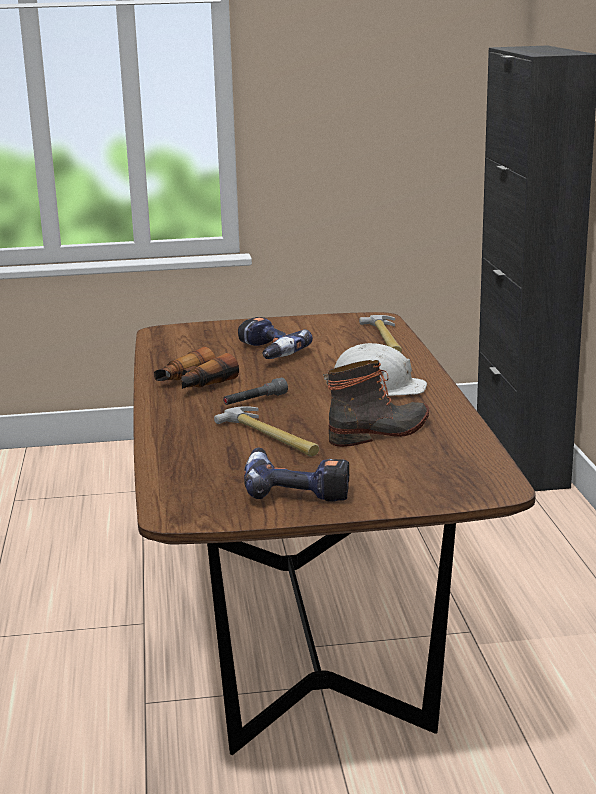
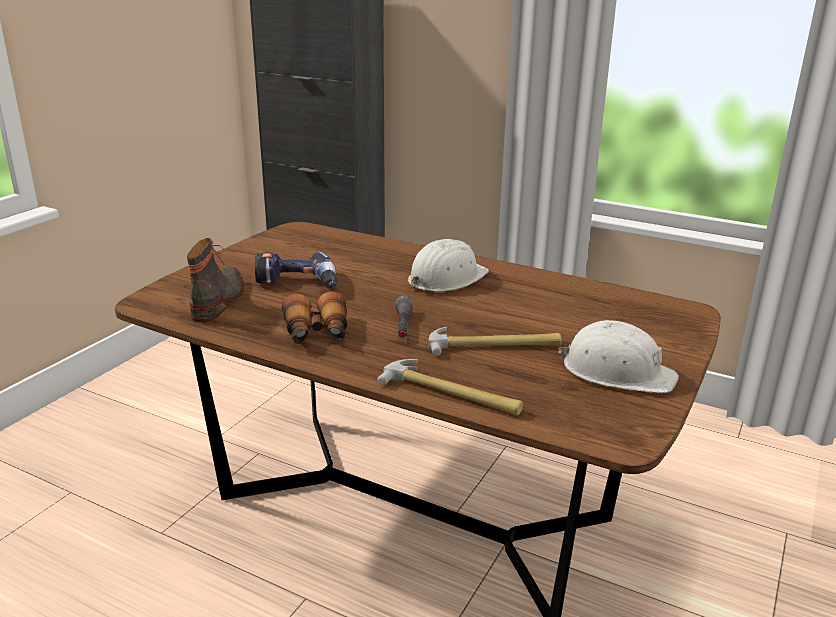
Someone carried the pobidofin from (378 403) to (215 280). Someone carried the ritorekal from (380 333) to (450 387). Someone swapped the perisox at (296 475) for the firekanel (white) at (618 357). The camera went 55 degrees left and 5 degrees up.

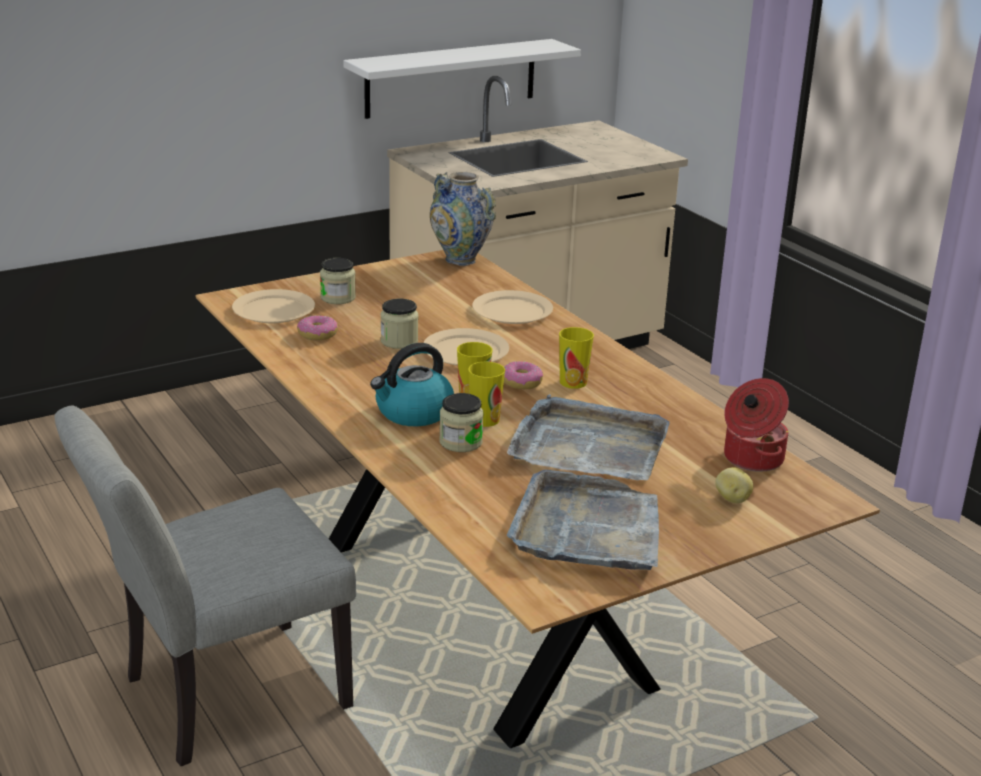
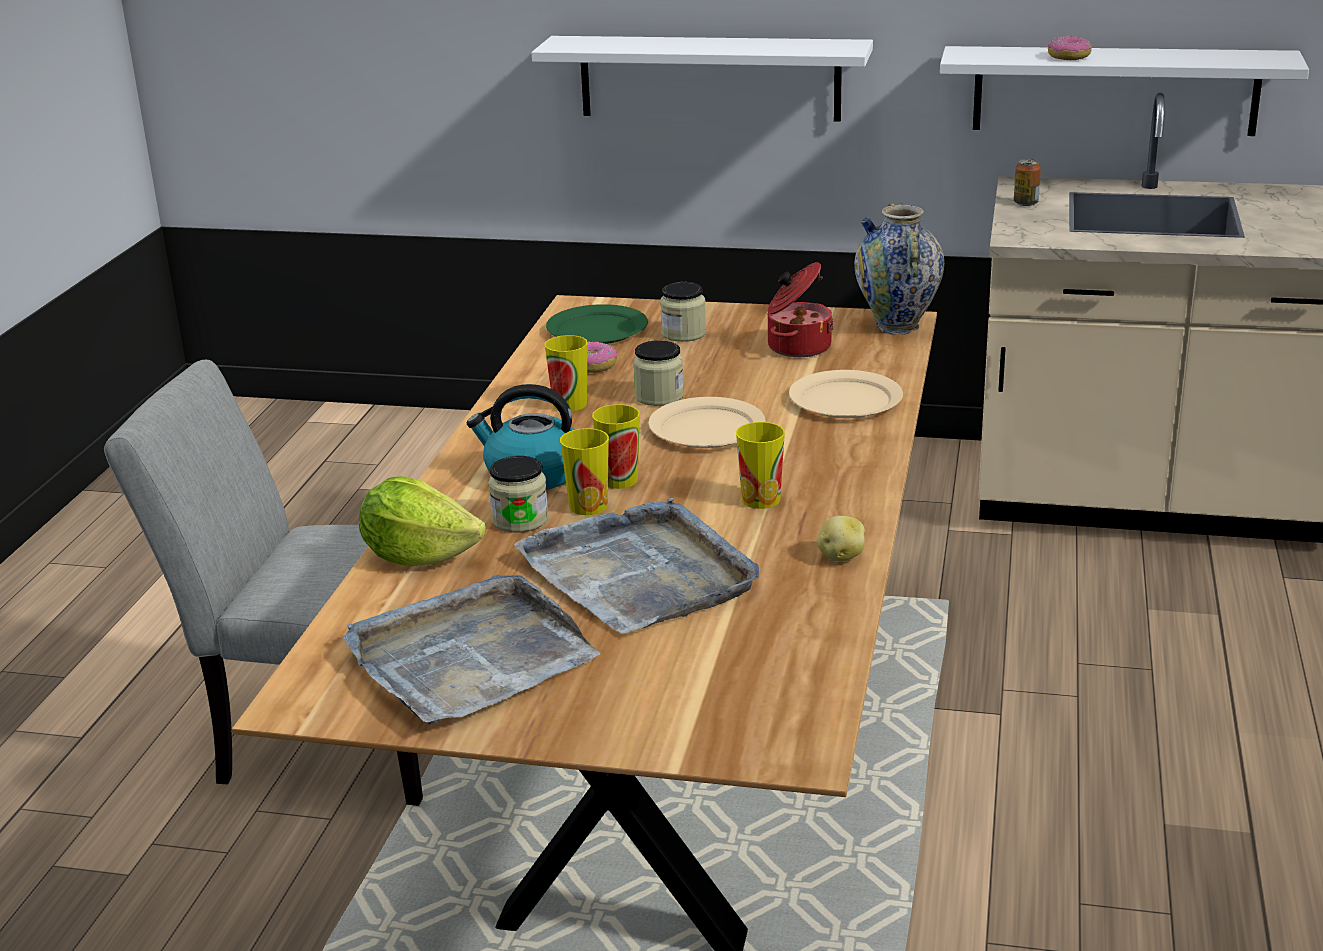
Someone put down the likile at (422 521). Someone put up the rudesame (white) at (702 79). Someone put down the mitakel at (566 373). Someone put down the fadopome at (1027 182). Someone carried the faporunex from (523 375) to (1070 48). Someone carried the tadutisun from (734 485) to (841 539). Someone carried the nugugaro from (756 425) to (801 309). Someone repainted the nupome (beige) at (273 306), which became the nupome (green) at (597 324). The camera went 45 degrees right and 0 degrees up.

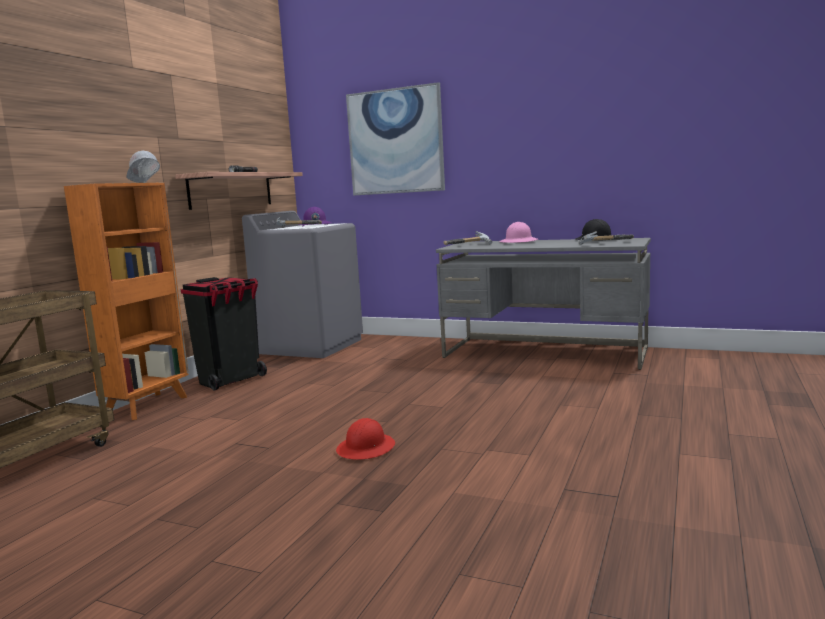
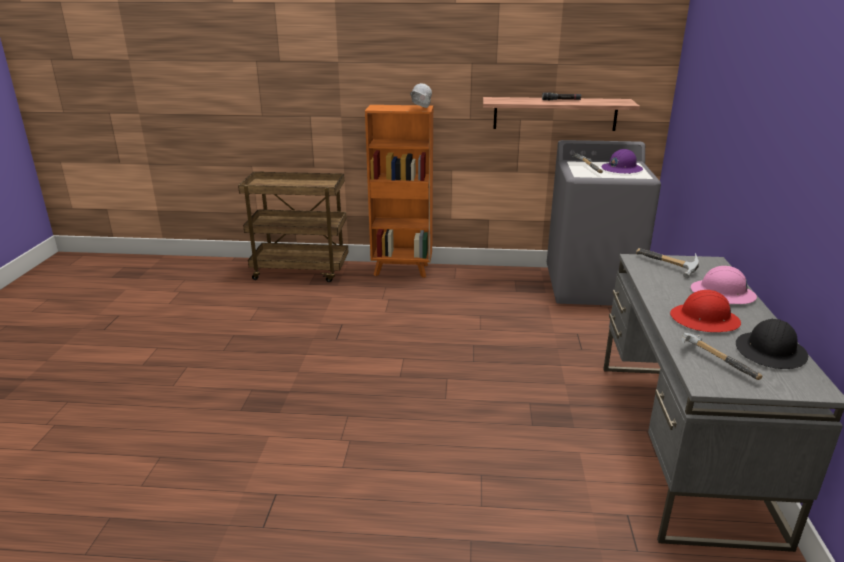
Someone took away the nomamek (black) at (224 333). Someone took away the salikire at (395 139). Someone carried the firekanel (red) from (365 439) to (705 311). The camera went 70 degrees right and 15 degrees up.

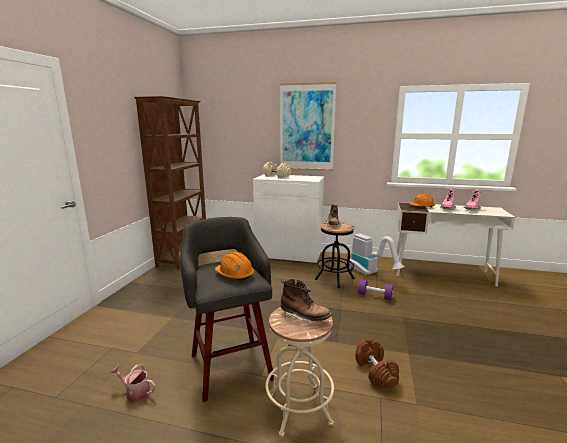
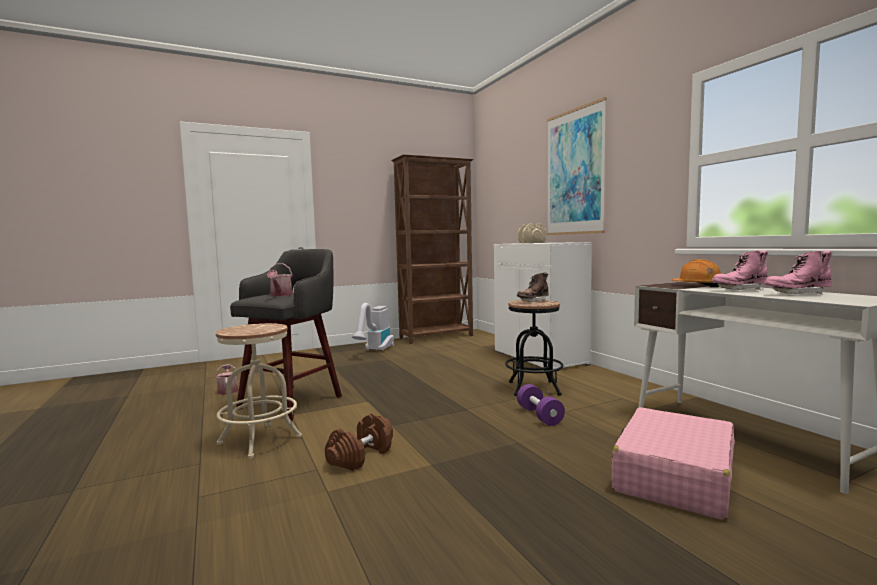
Someone took away the pobidofin (brown) at (306 301). Someone put down the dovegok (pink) at (673 463). Someone carried the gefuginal from (377 254) to (373 327). Someone swapped the firekanel (orange) at (234 266) for the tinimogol at (280 279). The camera went 50 degrees right and 10 degrees down.

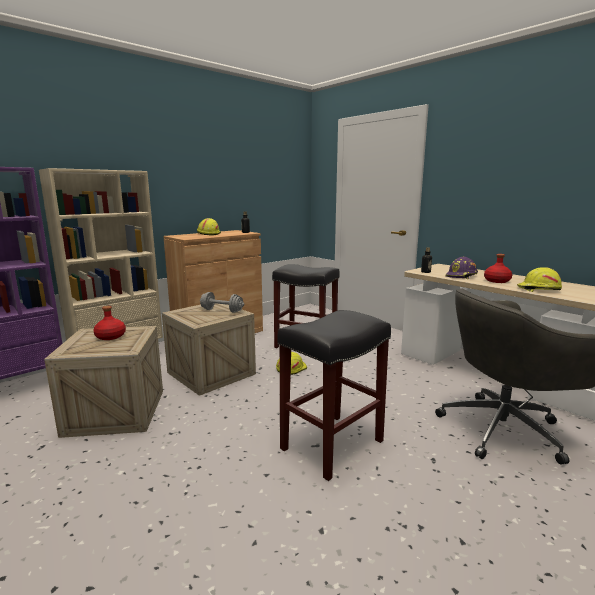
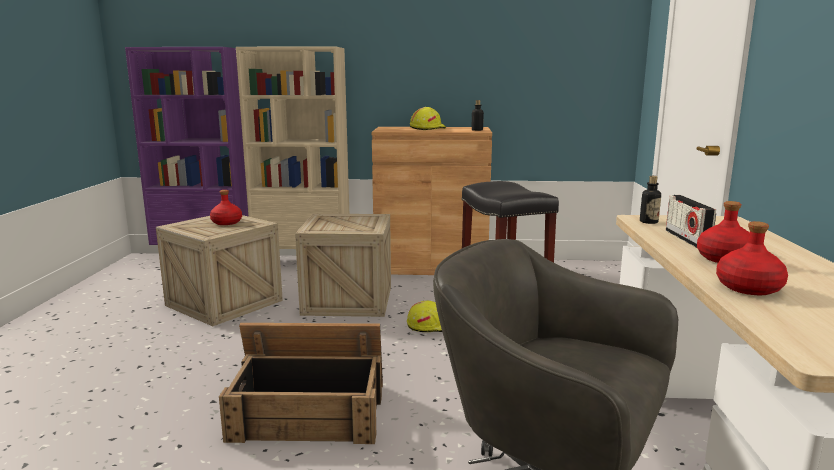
Someone took away the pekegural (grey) at (222 302). Someone swapped the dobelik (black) at (334 395) for the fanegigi at (301 383). Someone swapped the firekanel (purple) at (462 268) for the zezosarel at (691 221). Someone swapped the firekanel (yellow) at (539 279) for the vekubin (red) at (752 258). The camera went 45 degrees right and 0 degrees up.

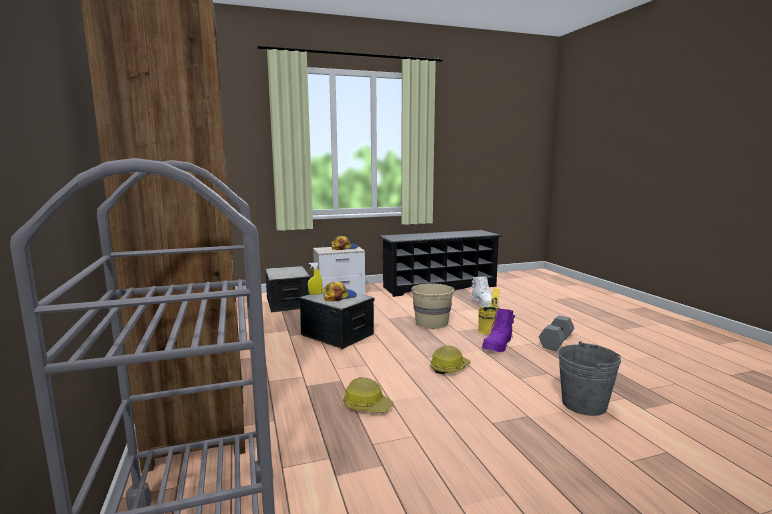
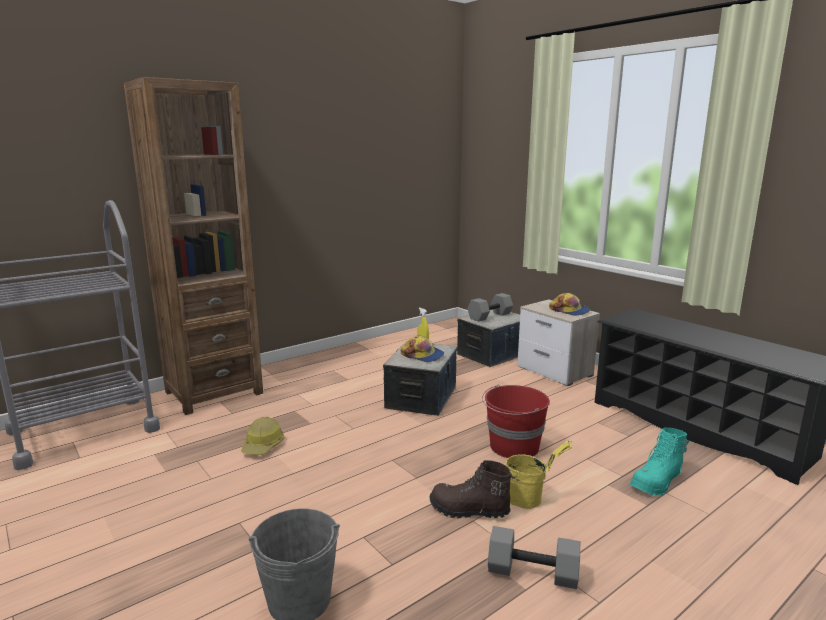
Someone took away the firekanel at (450 359). Someone put down the pekegural (grey) at (490 307). Someone repainted the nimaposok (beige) at (433 306), which became the nimaposok (red) at (516 421). Someone repainted the pobidofin (white) at (485 291), which became the pobidofin (turquoise) at (659 462). Someone repainted the pobidofin (purple) at (498 330), which became the pobidofin (brown) at (471 489). The camera went 70 degrees right and 5 degrees up.

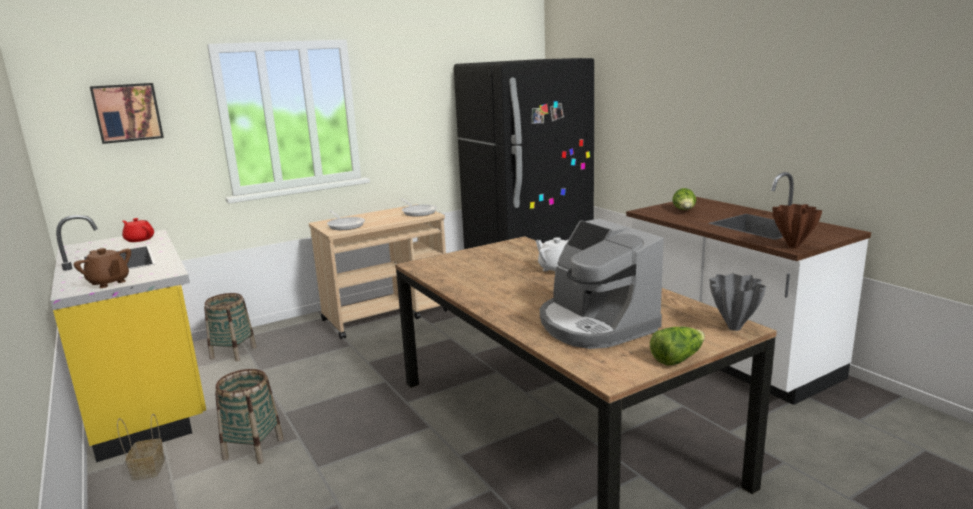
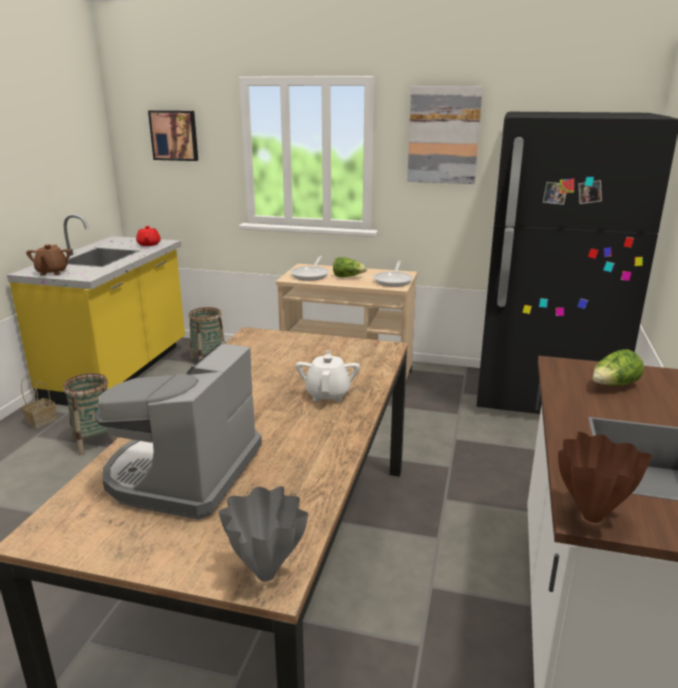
Someone put up the salikire at (445 135). Someone carried the likile from (677 346) to (350 267). The camera went 45 degrees right and 5 degrees up.

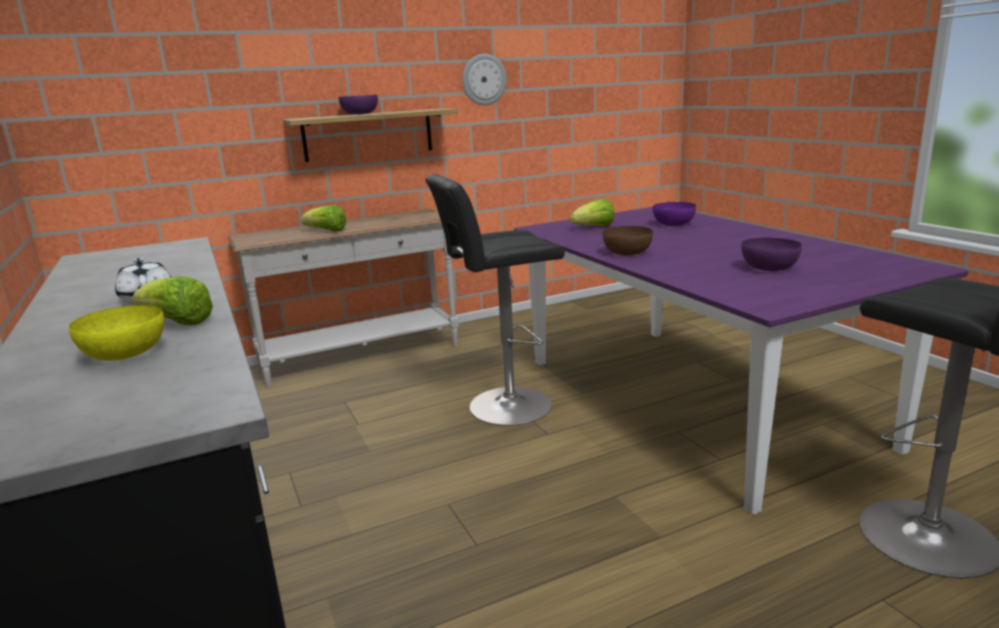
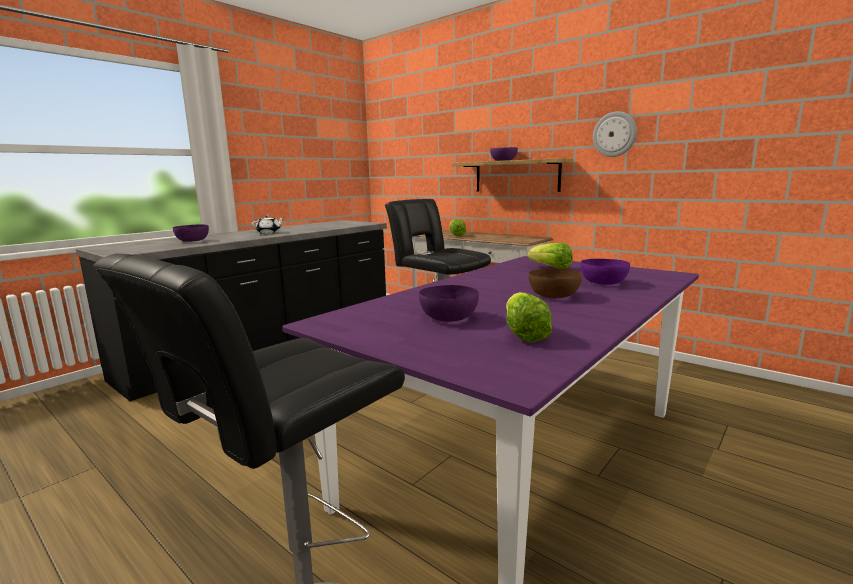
Someone carried the likile from (172 300) to (529 317). Someone carried the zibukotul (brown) from (628 241) to (555 283). Someone repainted the zibukotul (yellow) at (116 333), which became the zibukotul (purple) at (191 233). The camera went 65 degrees right and 5 degrees down.

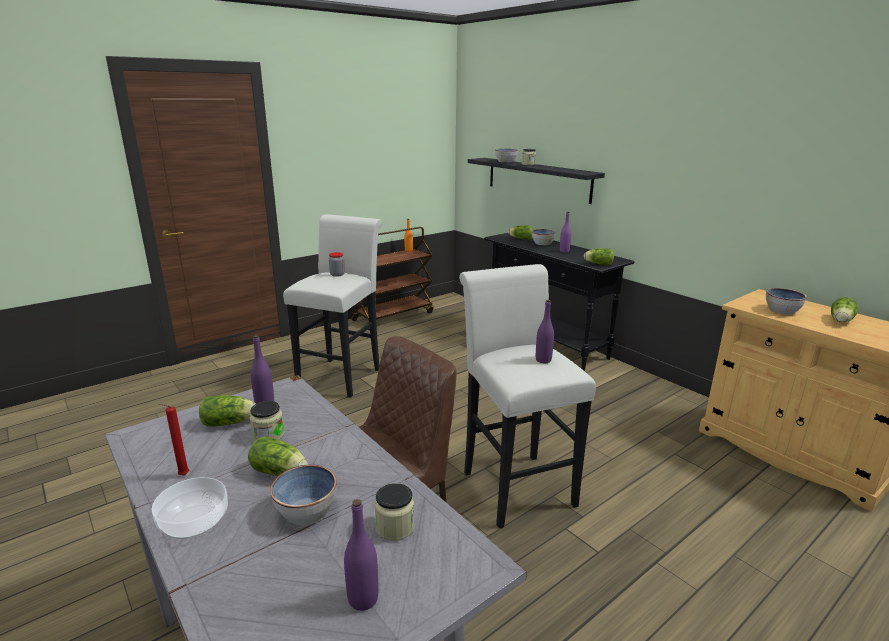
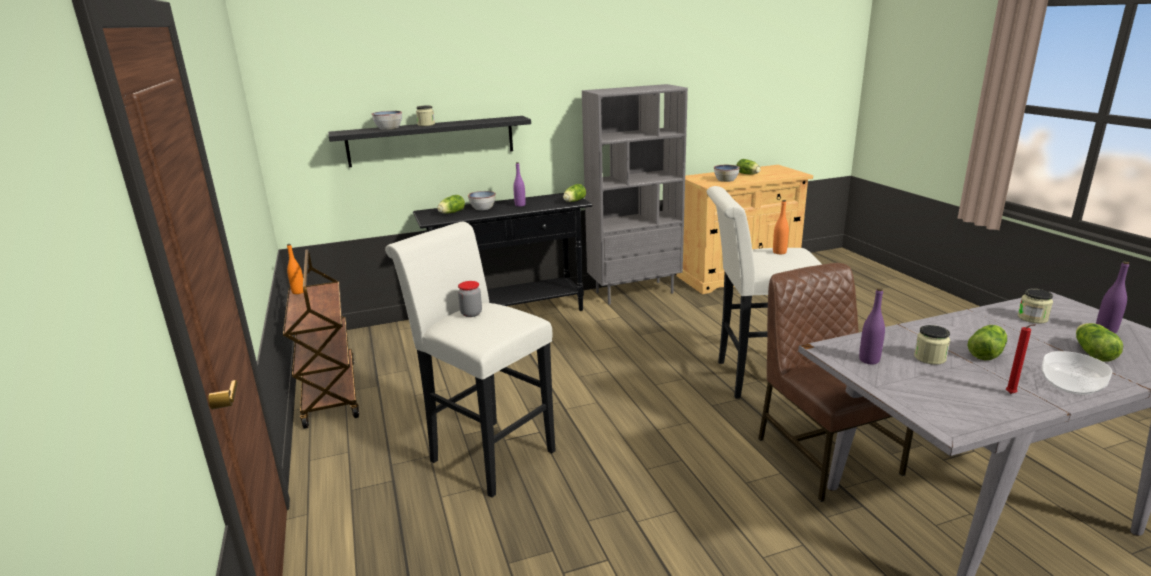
Someone took away the zibukotul at (303 494). Someone put down the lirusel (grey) at (635 194). Someone carried the likile from (227 411) to (1099 342). Someone repainted the vekubin (purple) at (545 331), which became the vekubin (orange) at (781 227). The camera went 70 degrees left and 0 degrees up.

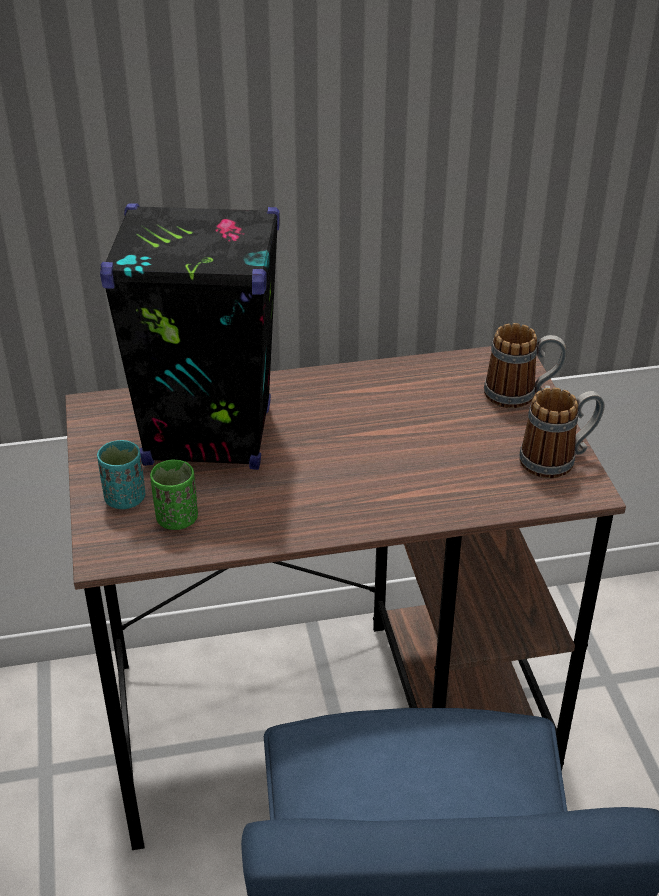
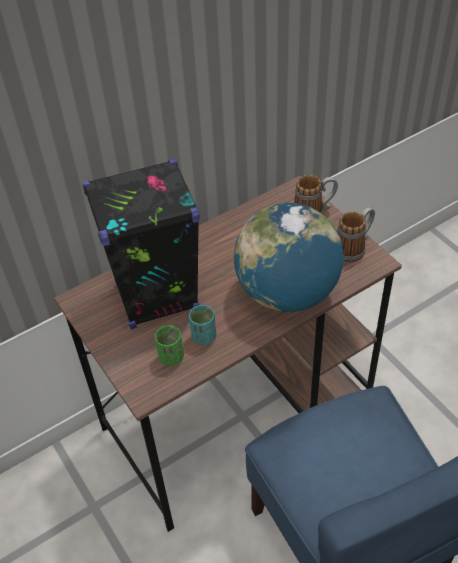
Someone put down the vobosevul at (289 257). Someone carried the mitakel (turquoise) from (121 474) to (202 325). The camera went 20 degrees left and 10 degrees up.

